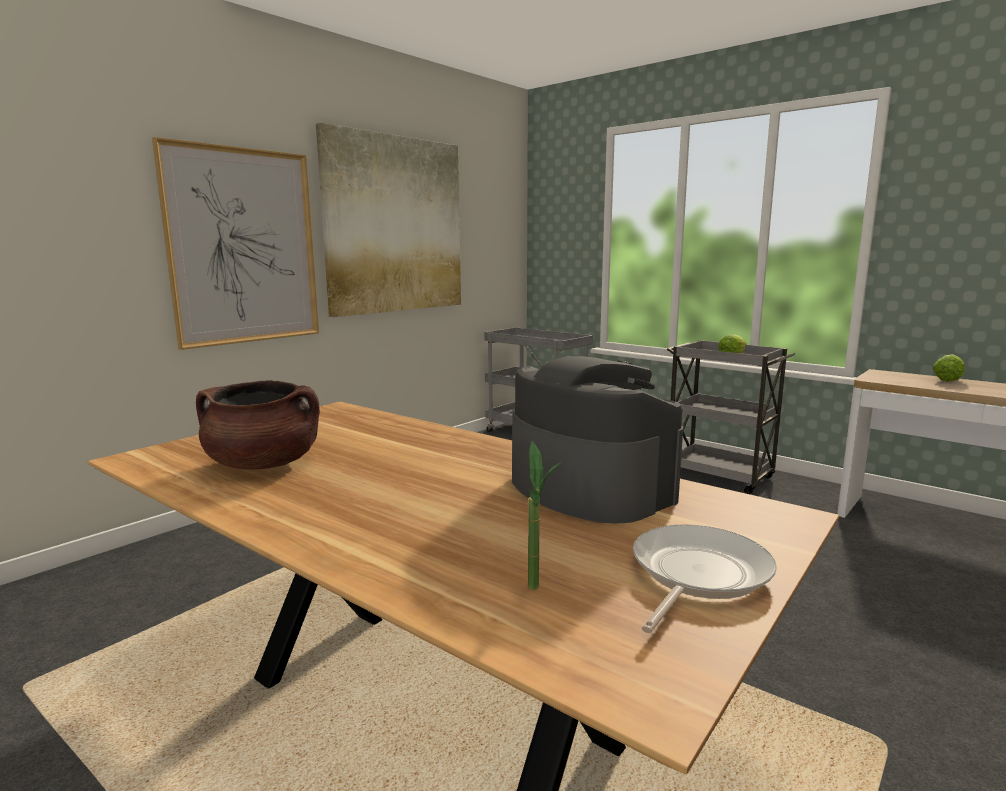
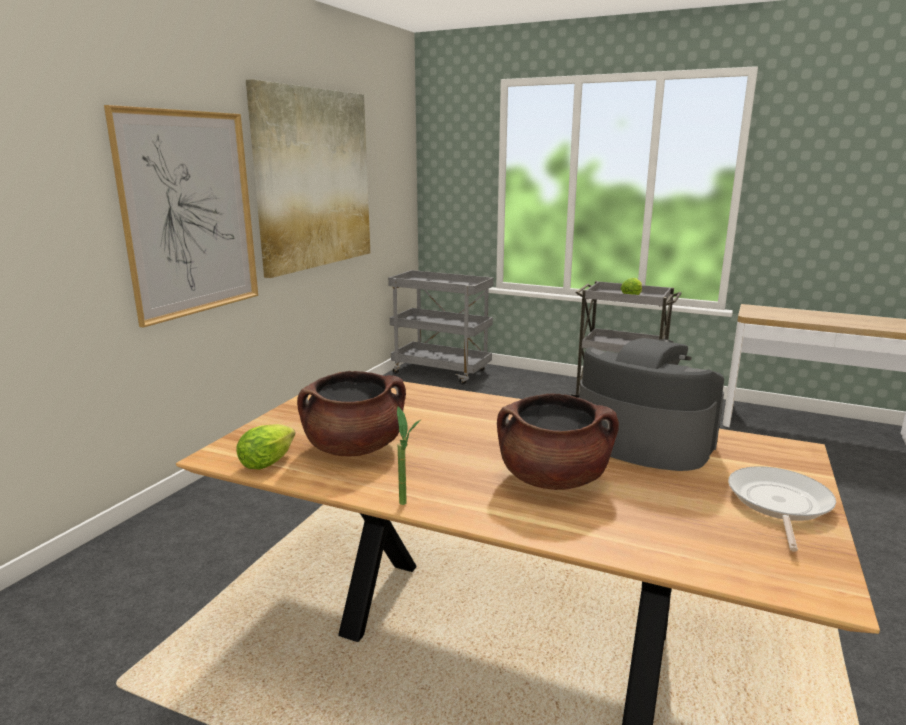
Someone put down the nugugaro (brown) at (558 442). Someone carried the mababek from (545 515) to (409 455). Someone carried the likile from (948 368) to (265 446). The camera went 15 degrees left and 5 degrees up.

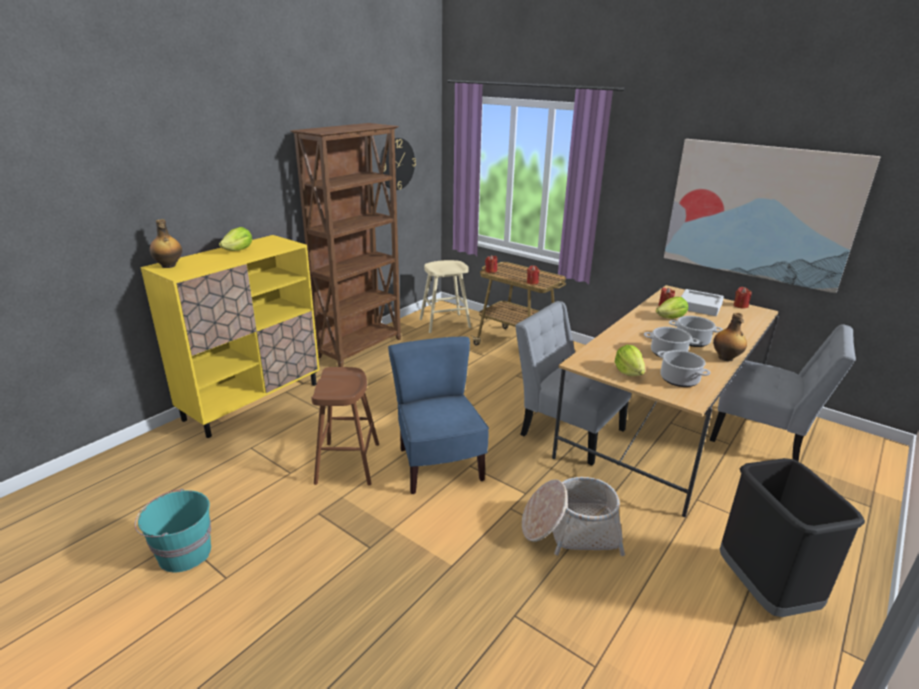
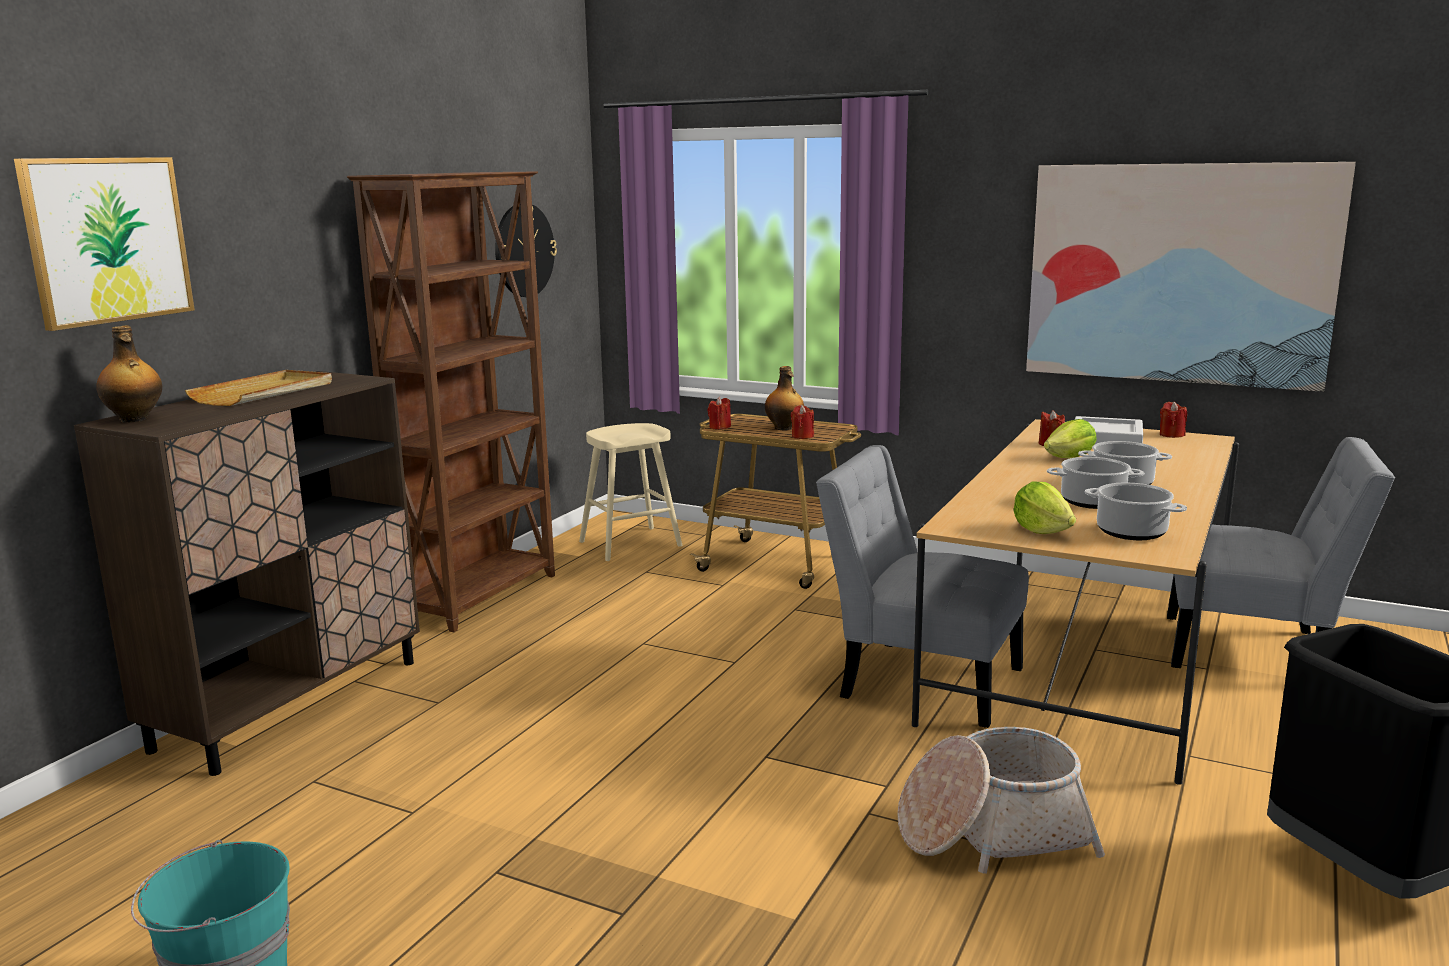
Someone took away the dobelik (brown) at (345 426). Someone took away the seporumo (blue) at (438 415). Someone put up the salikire at (104 244). Someone carried the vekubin from (730 337) to (784 398). Someone swapped the likile at (235 239) for the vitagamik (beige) at (258 388). Someone repainted the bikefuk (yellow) at (230 336), which became the bikefuk (brown) at (247 573). The camera went 10 degrees left and 10 degrees down.

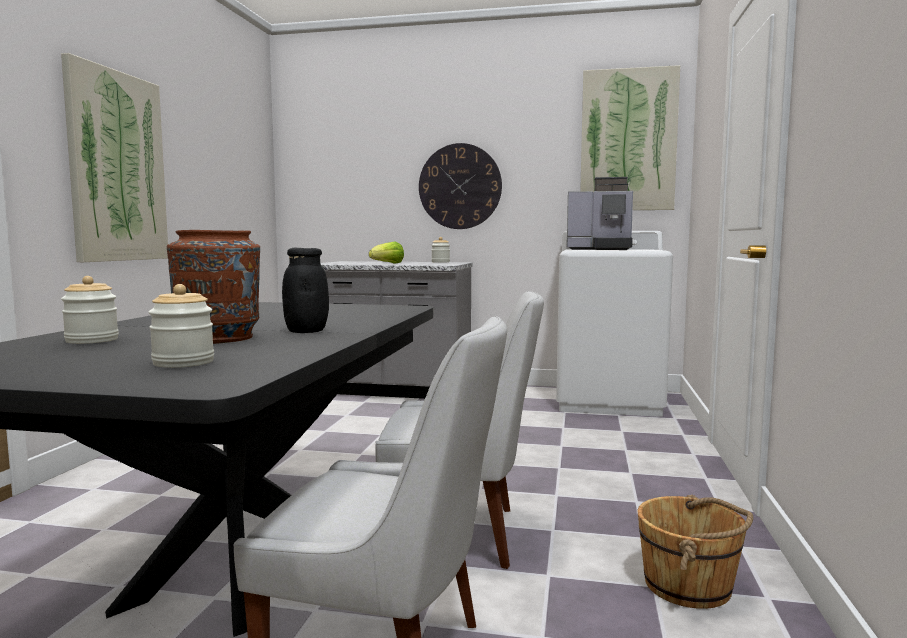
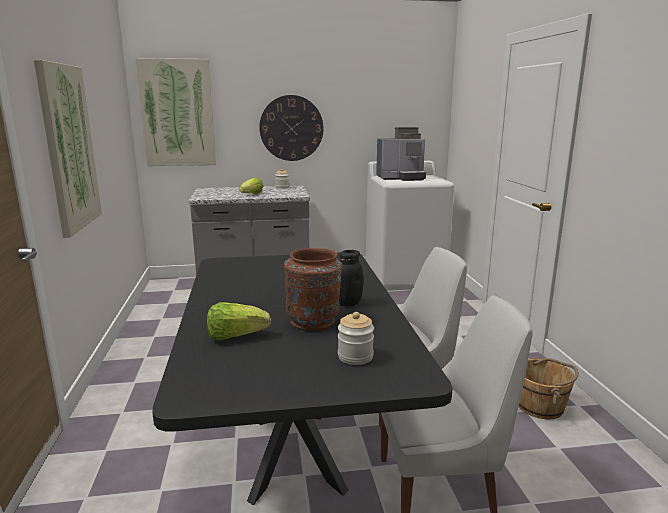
Someone carried the salikire from (630 137) to (175 112). Someone swapped the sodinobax at (90 310) for the likile at (239 321). The camera went 20 degrees left and 10 degrees up.

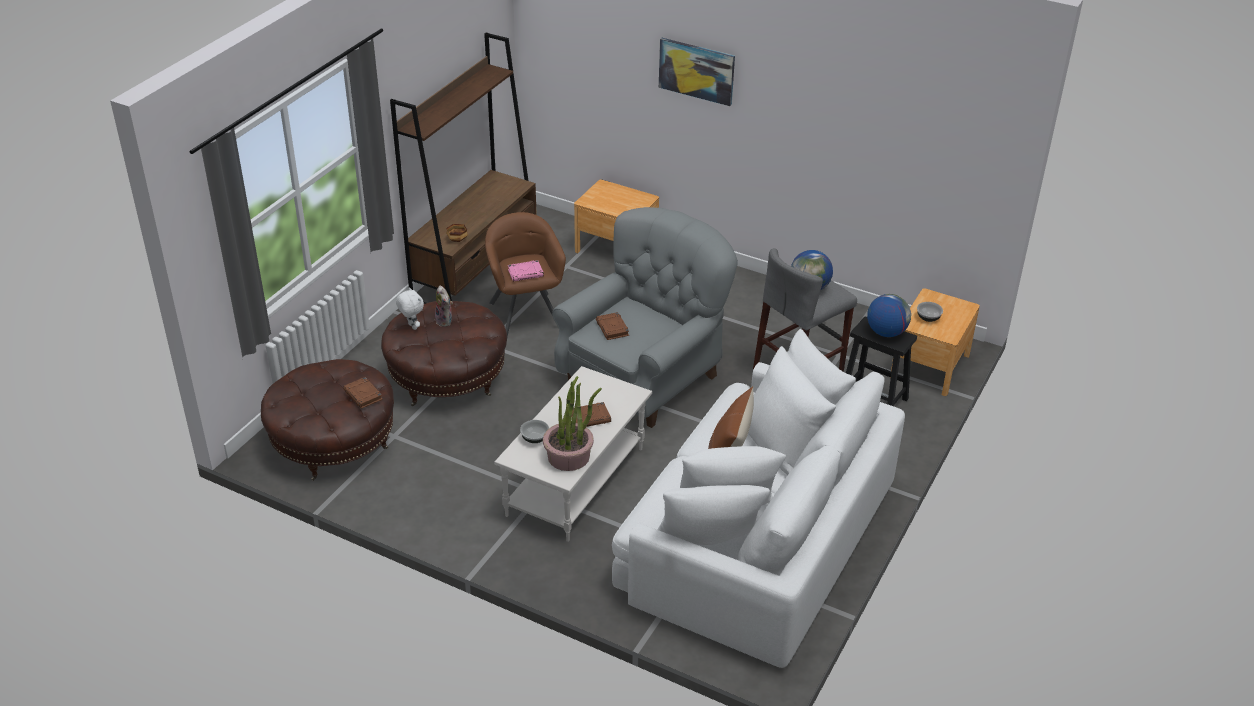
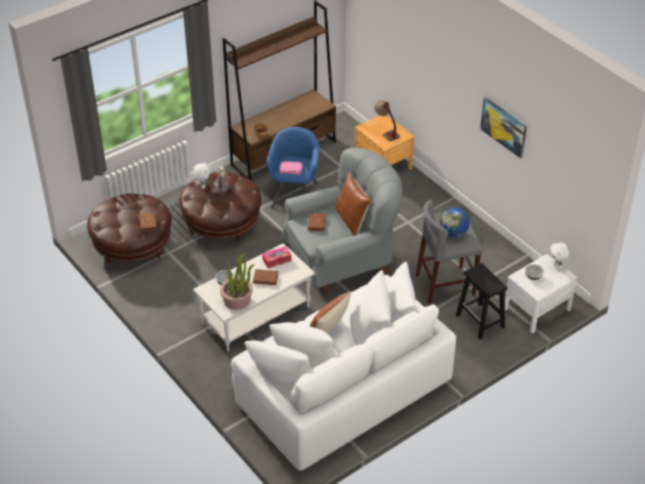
Someone took away the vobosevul at (889 315). Someone put down the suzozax at (276 257). Someone put down the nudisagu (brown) at (353 203). Someone put down the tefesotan at (387 120). Someone put down the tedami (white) at (559 256). Someone carried the salikire from (697 72) to (503 127). Someone repainted the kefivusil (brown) at (525 274), which became the kefivusil (blue) at (293 168). Someone repainted the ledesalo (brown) at (935 342), which became the ledesalo (white) at (541 293). The camera went 25 degrees right and 5 degrees up.

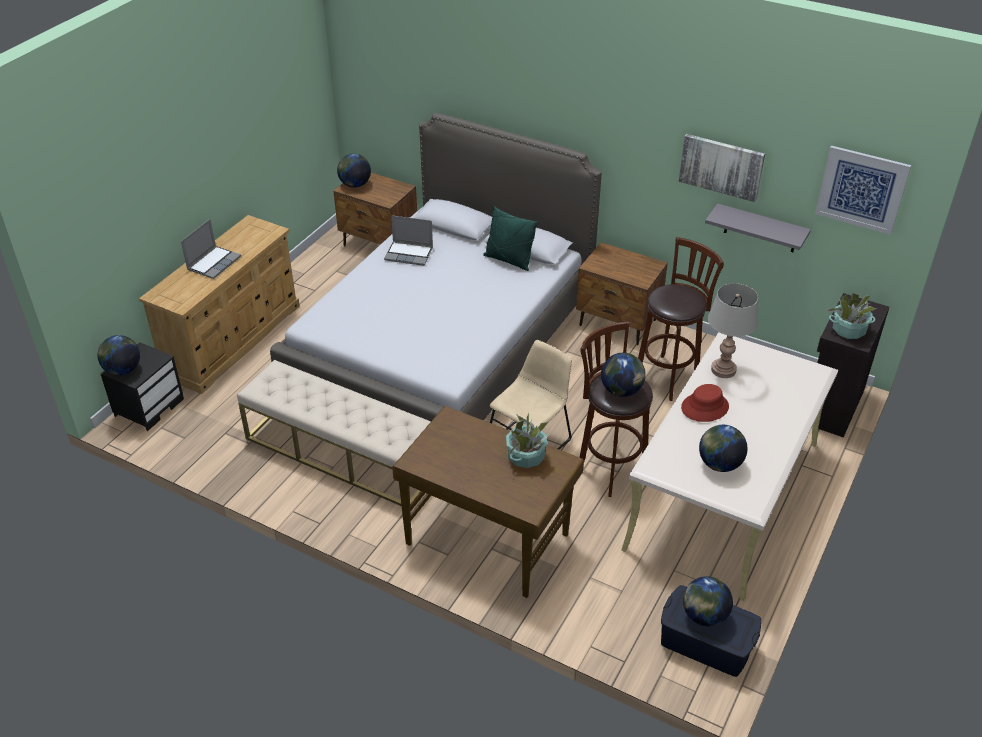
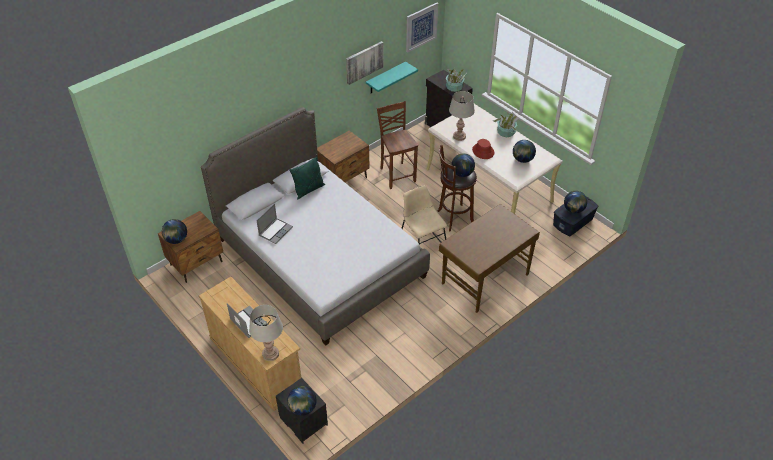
Someone took away the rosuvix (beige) at (334 433). Someone put down the tefesotan (grey) at (266 333). Someone carried the mababek from (529 440) to (506 124). Someone swapped the dobelik (brown) at (681 319) for the seporumo (brown) at (397 145). Someone repainted the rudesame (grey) at (758 227), which became the rudesame (turquoise) at (392 77). The camera went 70 degrees left and 5 degrees up.

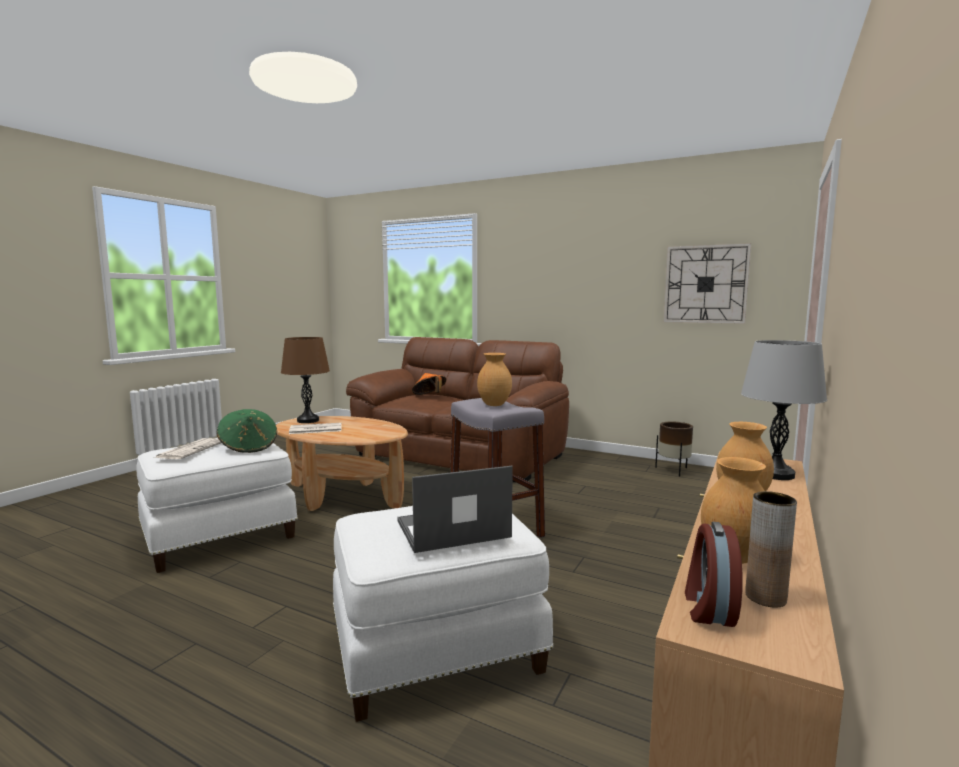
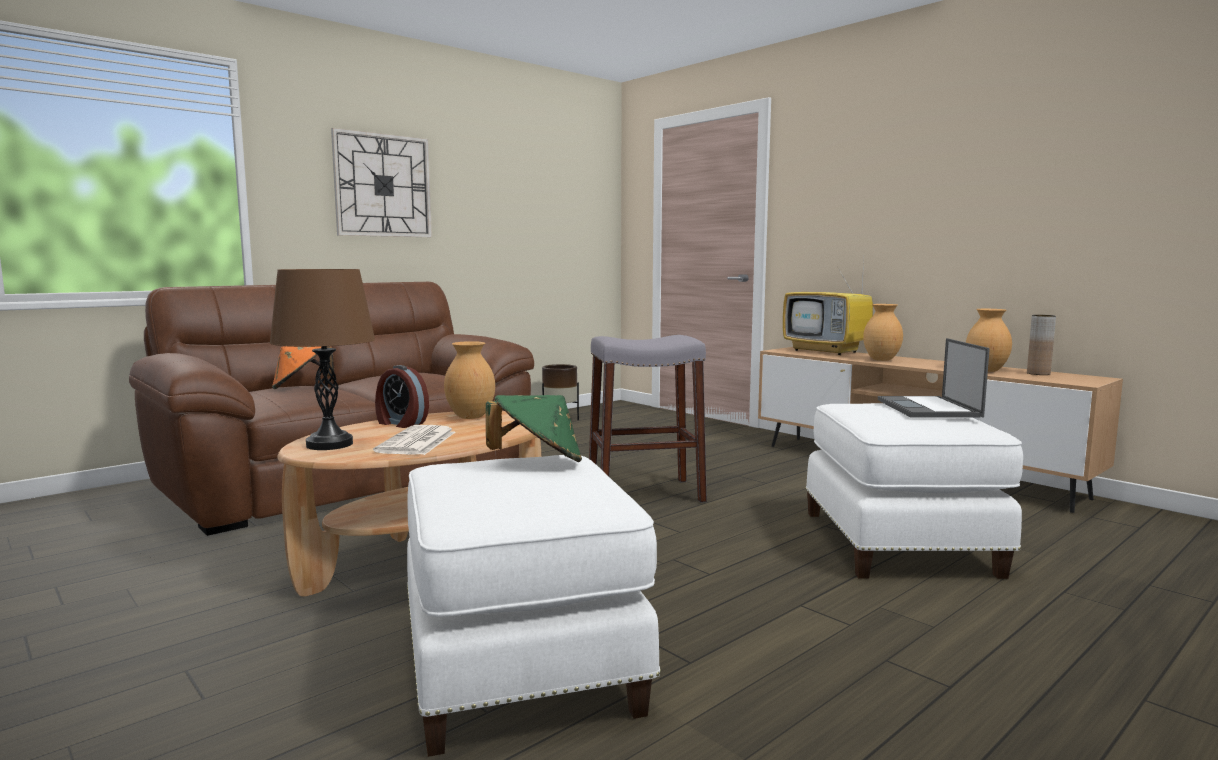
Someone took away the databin at (187 448). Someone carried the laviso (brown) from (494 379) to (469 380). Someone carried the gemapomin from (707 283) to (381 182). Someone carried the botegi from (713 574) to (402 396). Someone swapped the tefesotan (grey) at (784 410) for the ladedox at (828 308). The camera went 70 degrees left and 0 degrees up.

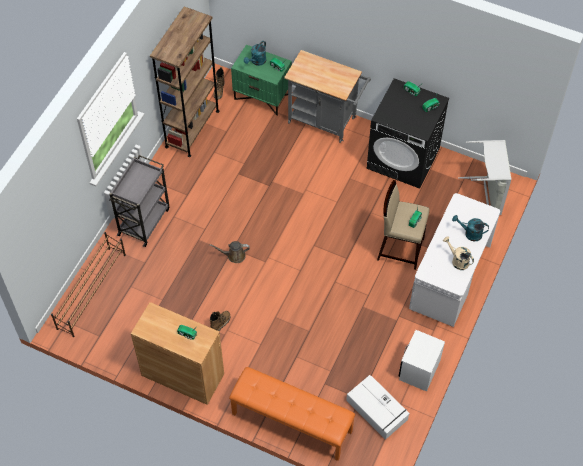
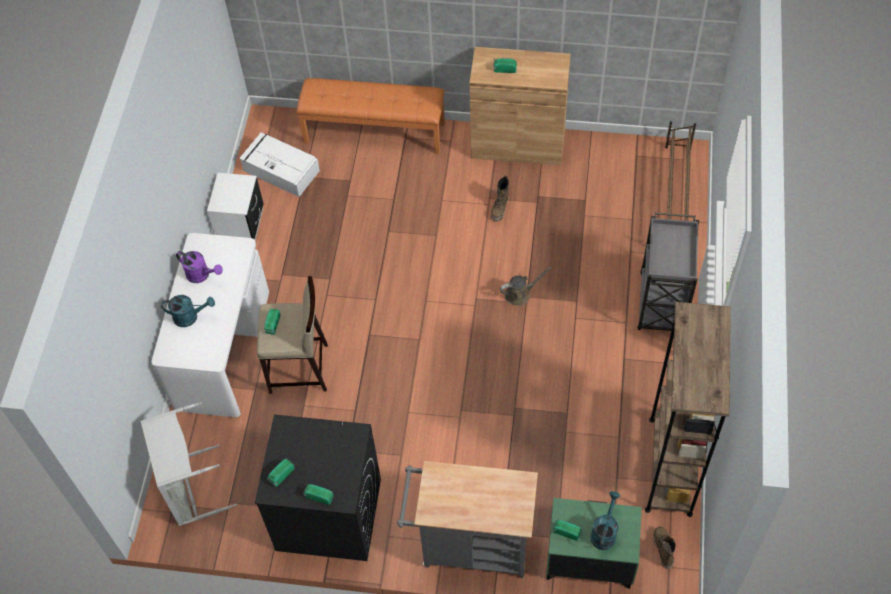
Someone repainted the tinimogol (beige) at (458 253), which became the tinimogol (purple) at (199 267). The camera went 165 degrees right and 0 degrees up.

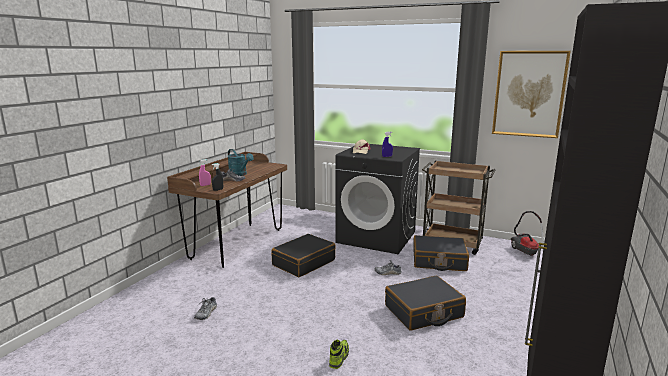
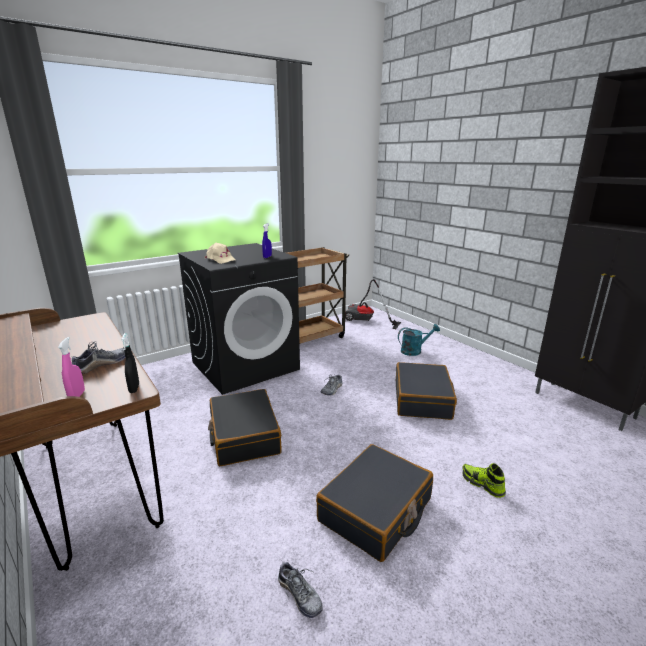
Someone took away the salikire at (531 94). Someone carried the tinimogol (turquoise) from (241 162) to (419 340). Someone carried the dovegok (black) from (441 253) to (374 503). The camera went 60 degrees left and 5 degrees up.

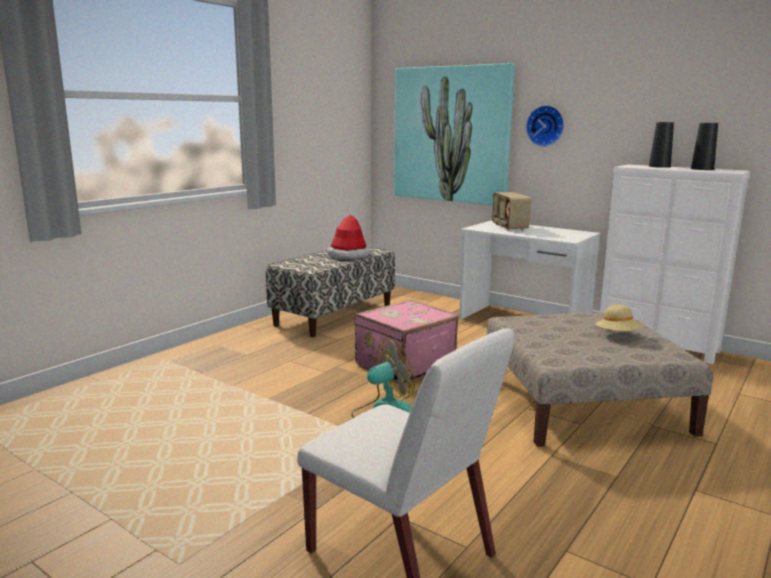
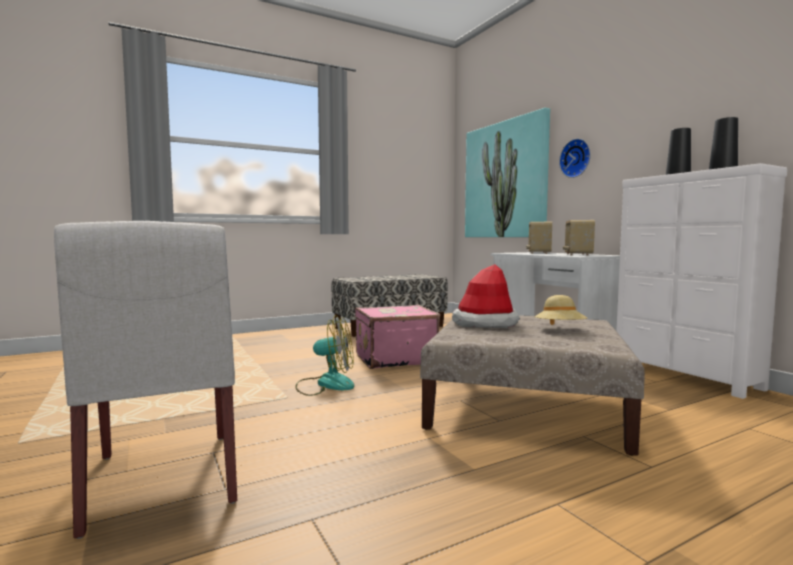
Someone put down the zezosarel at (579 238). Someone carried the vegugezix from (348 237) to (486 296). The camera went 25 degrees right and 10 degrees down.

